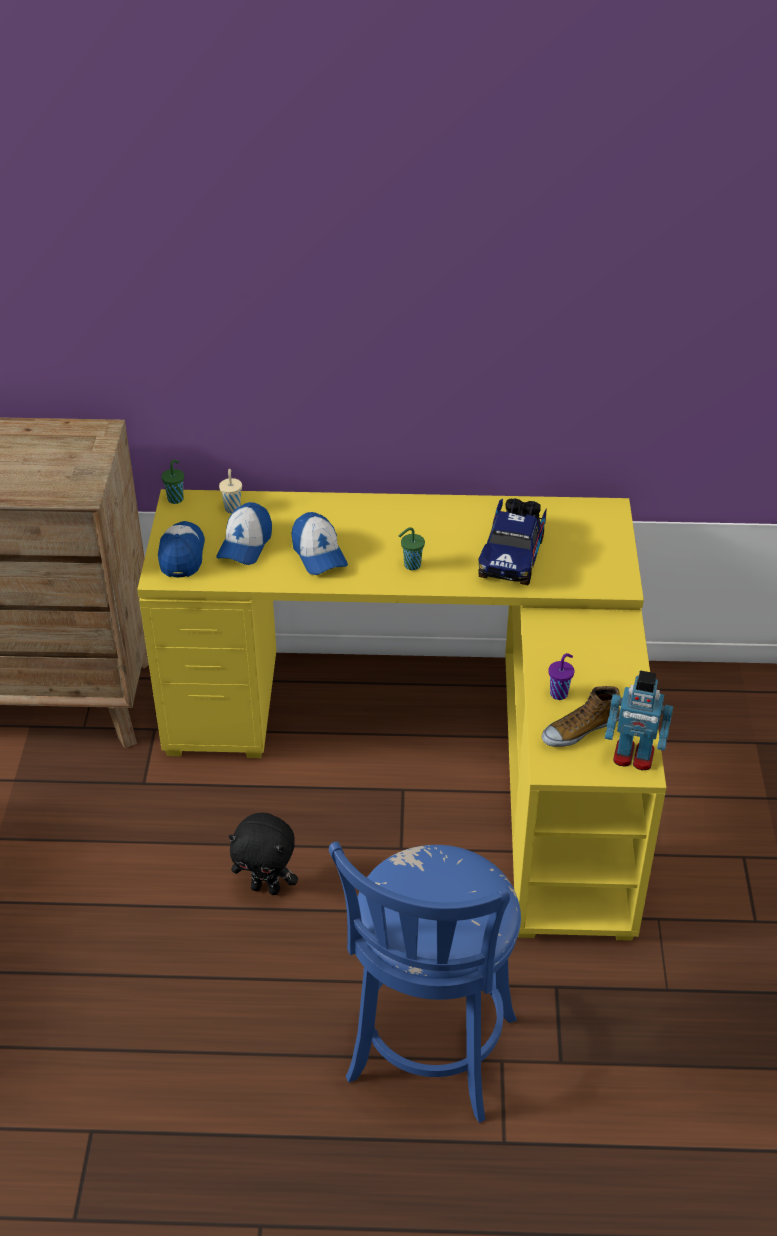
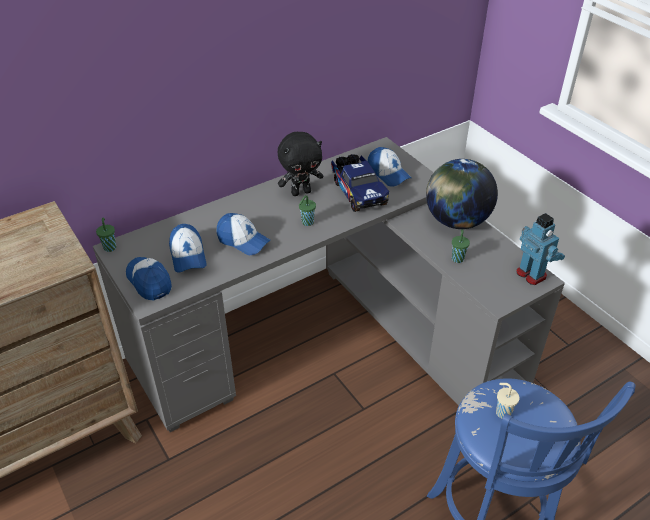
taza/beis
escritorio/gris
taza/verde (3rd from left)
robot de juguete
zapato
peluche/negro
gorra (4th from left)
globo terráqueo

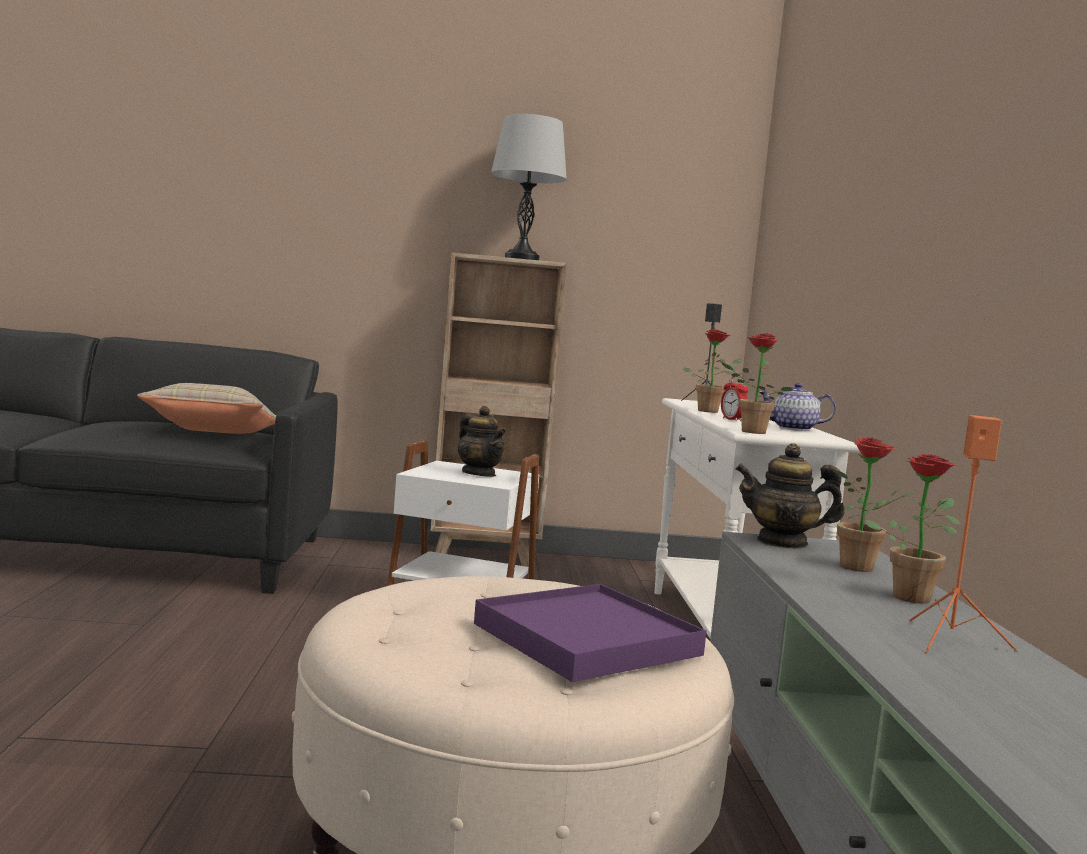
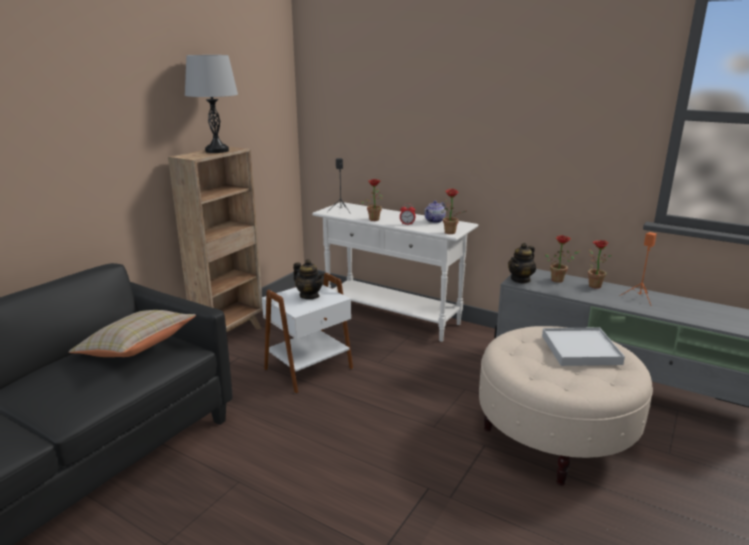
tetera (1st from left)
bandeja/blanco

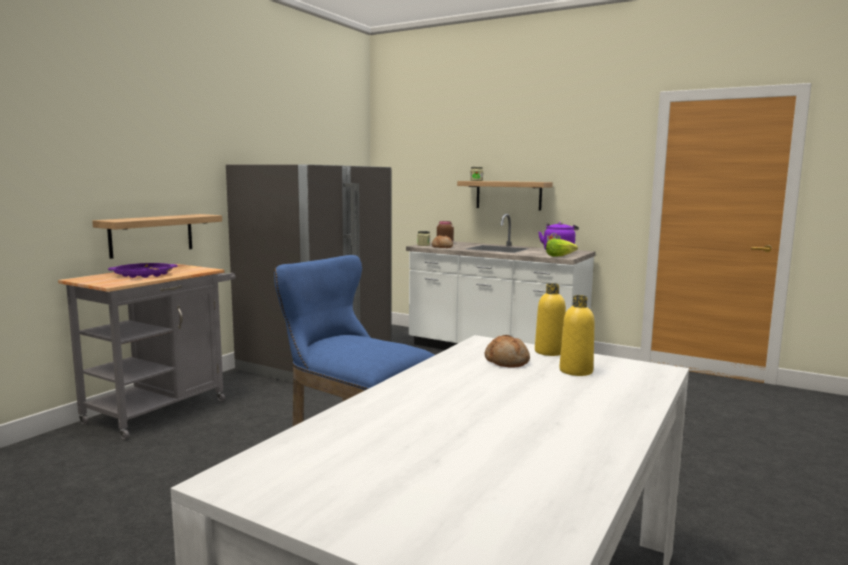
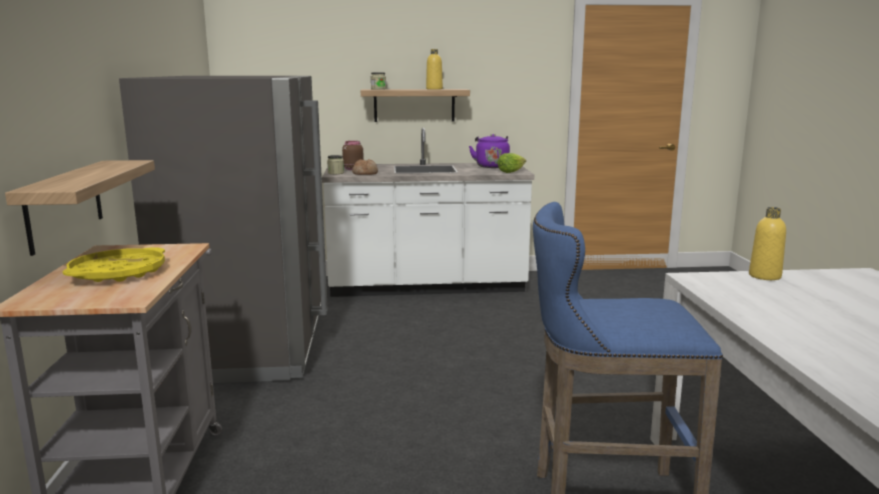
bandeja/amarillo
botella/amarillo (1st from left)
pan (2nd from left in the first image)

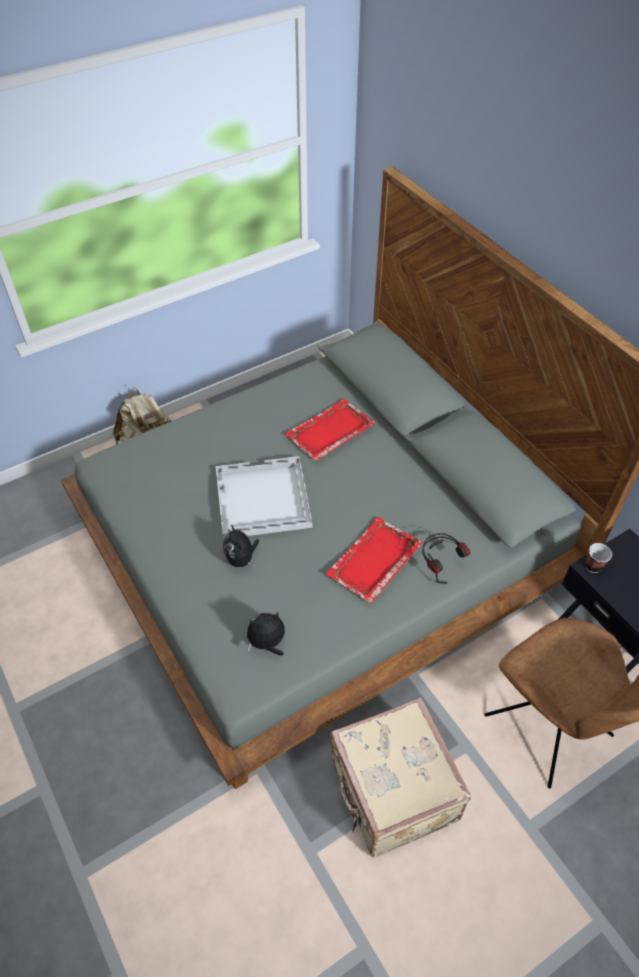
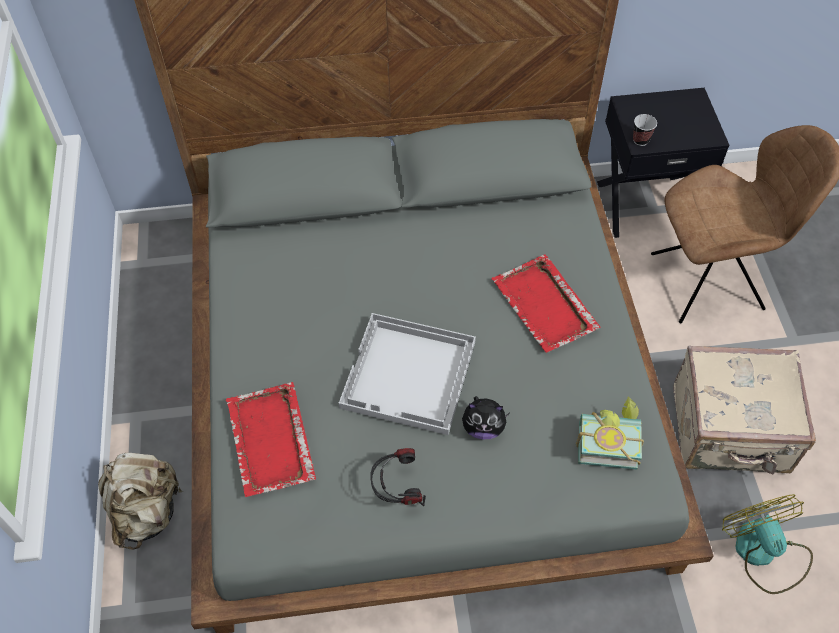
bandeja/rojo (1st from left)
auriculares
libro
ventilador

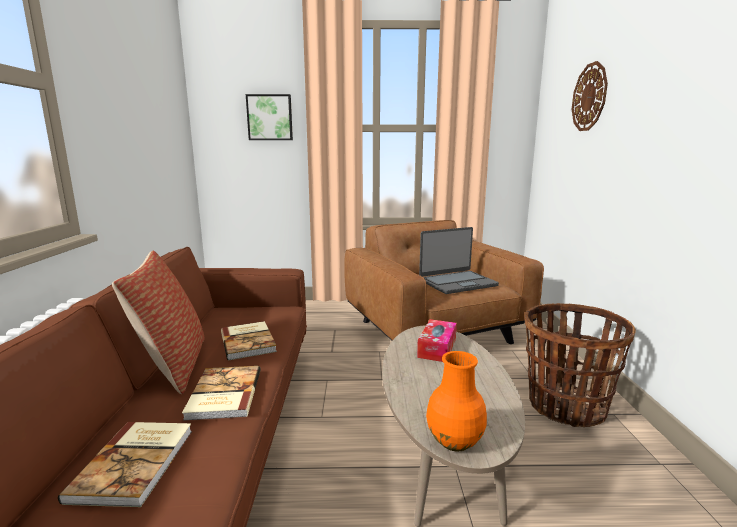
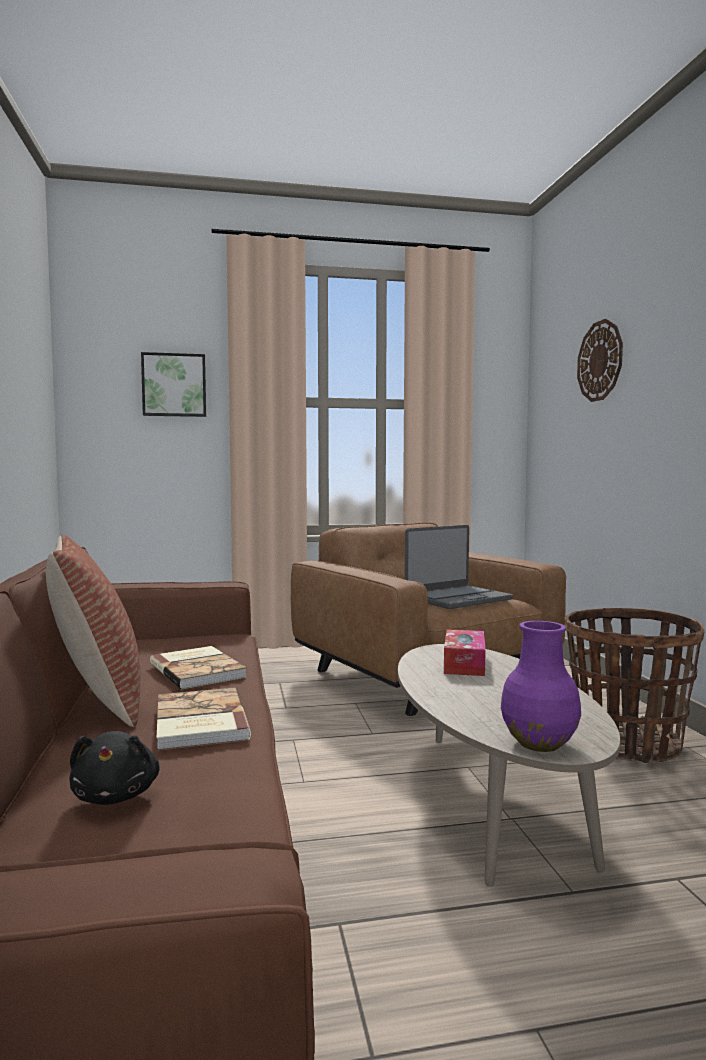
florero/morado
peluche/negro

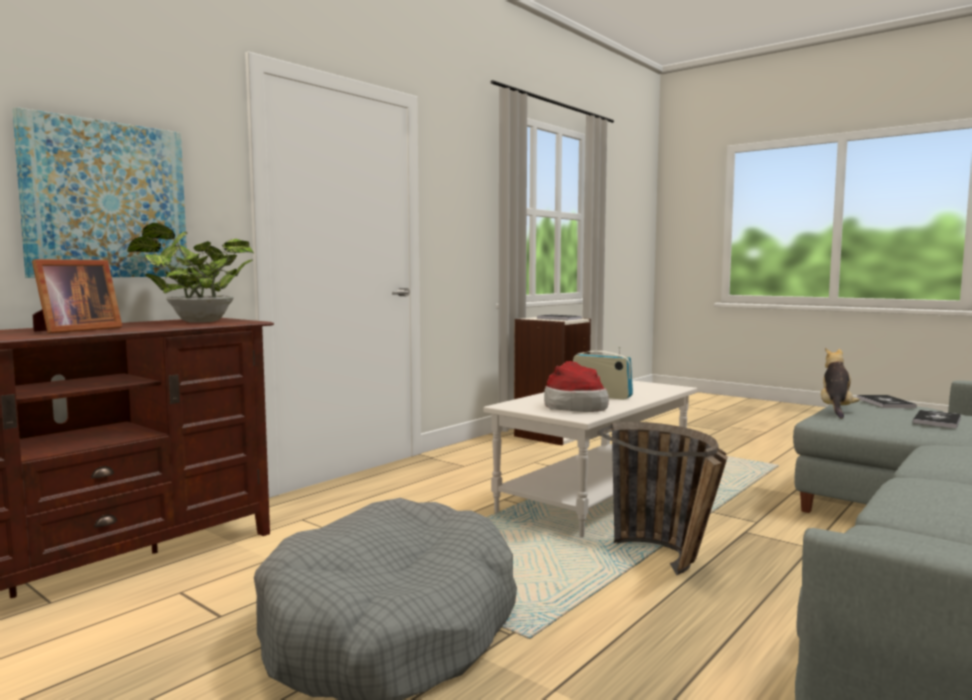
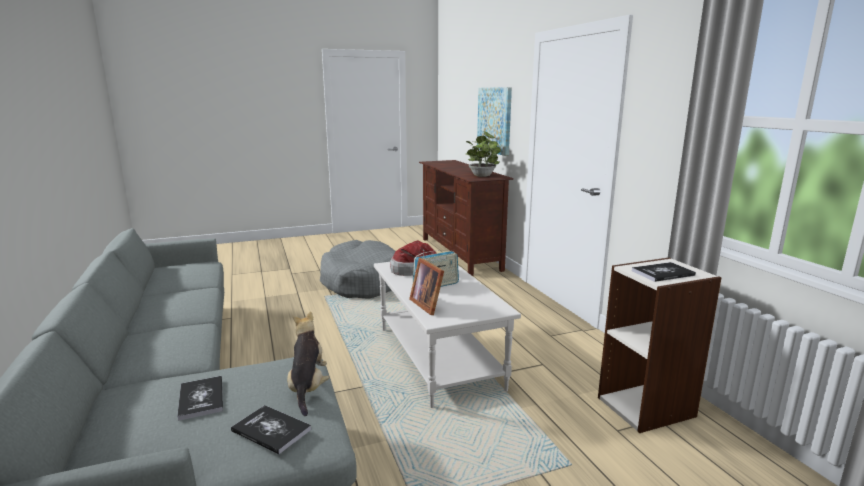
portarretratos
peluche
cesta

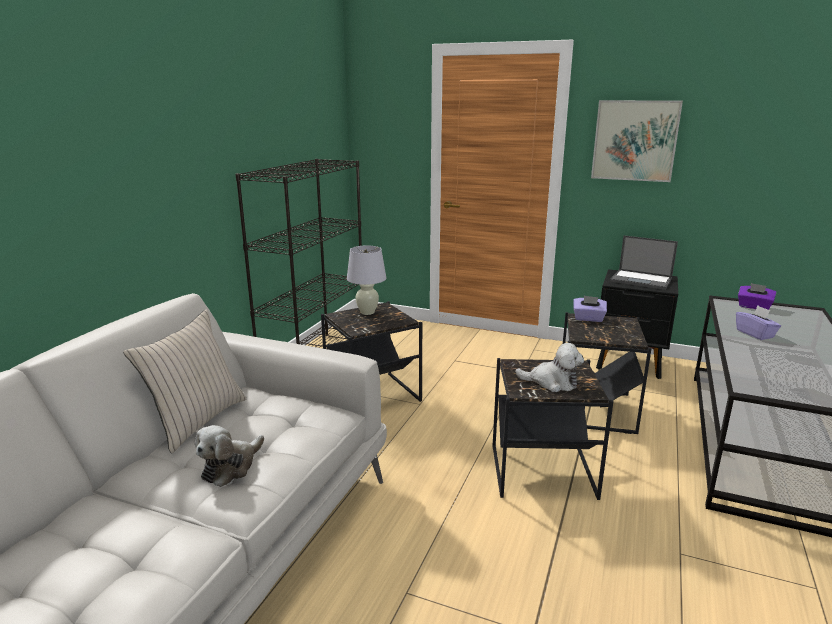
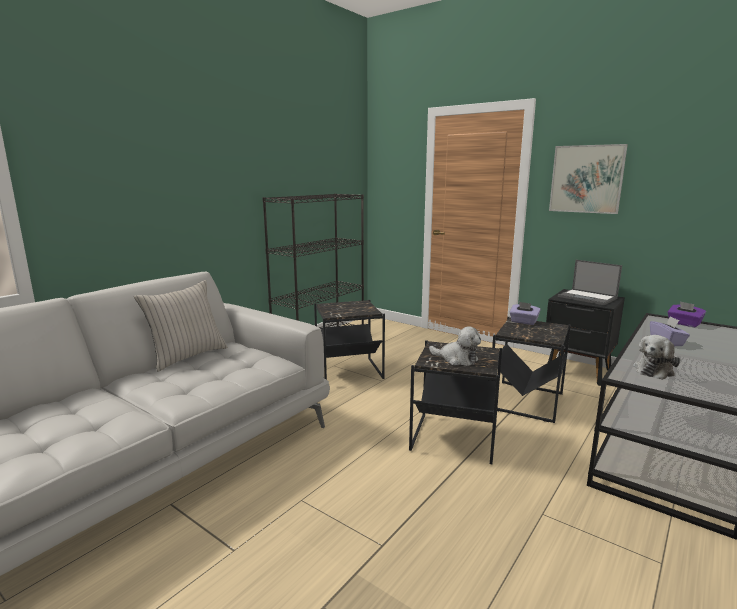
lámpara de mesa/blanco
peluche (2nd from left)

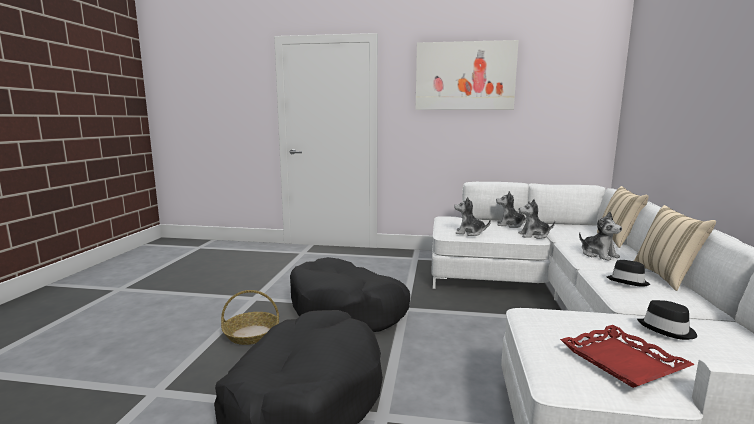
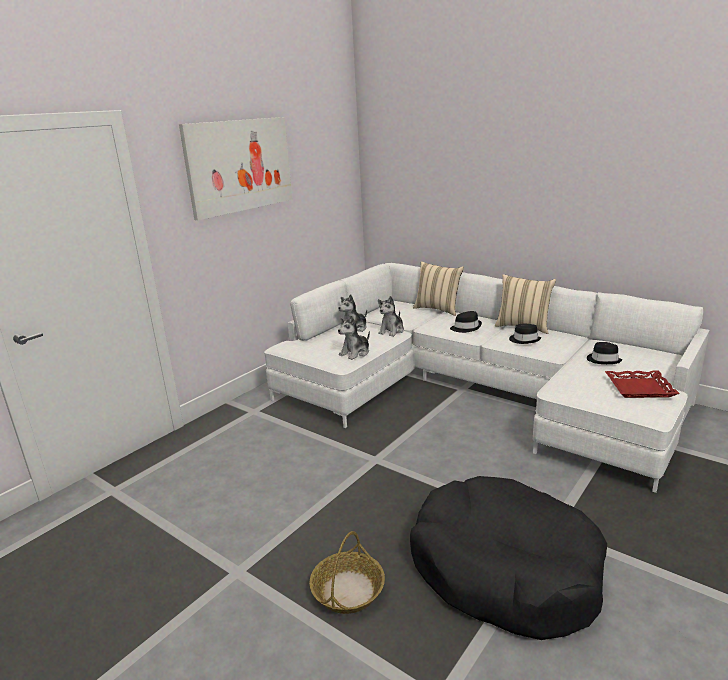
sombrero/negro (1st from left)
cama para perro/negro (2nd from left in the first image)

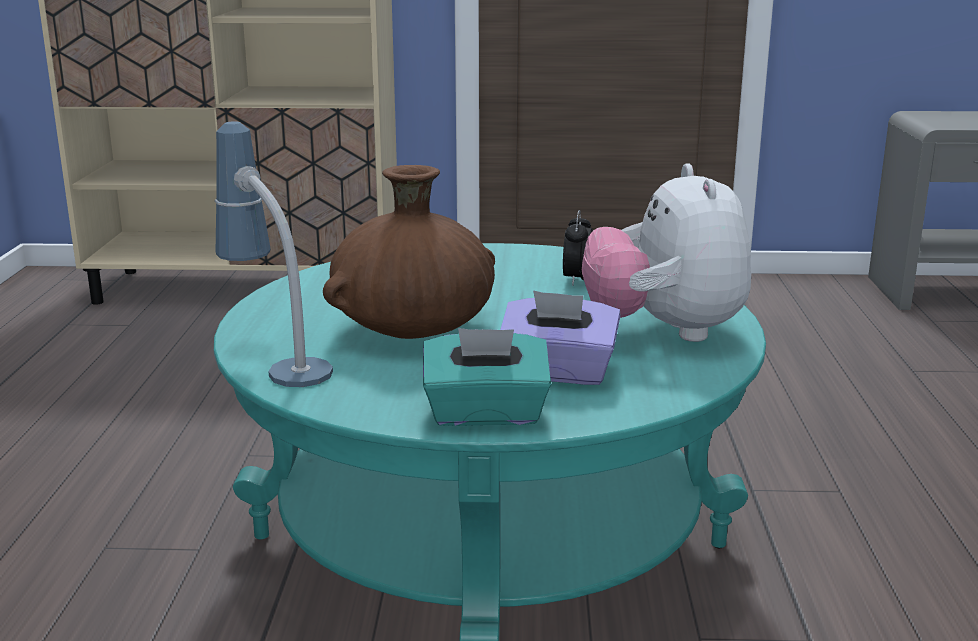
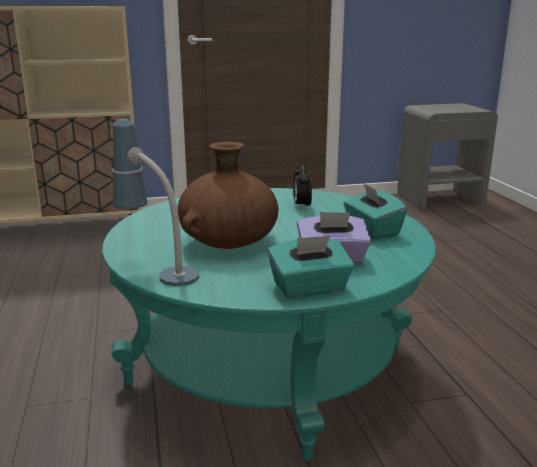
caja de pañuelos/turquesa (2nd from left)

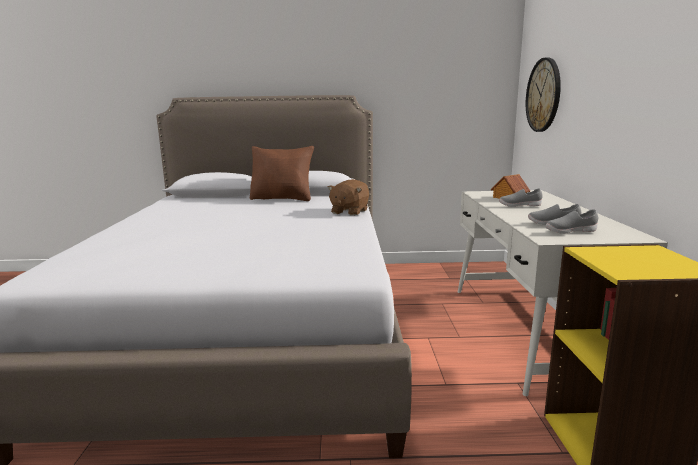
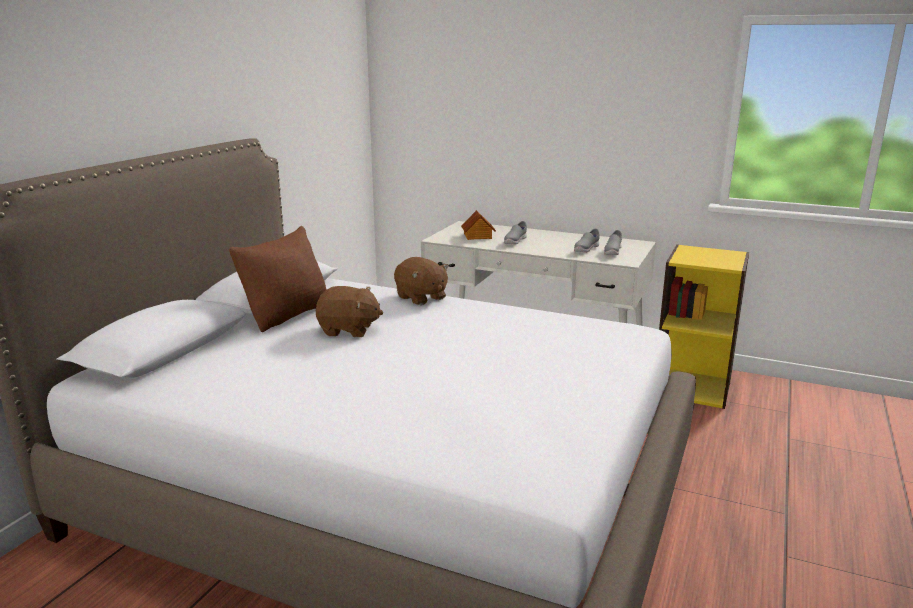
reloj de pared
peluche/marrón (1st from left)

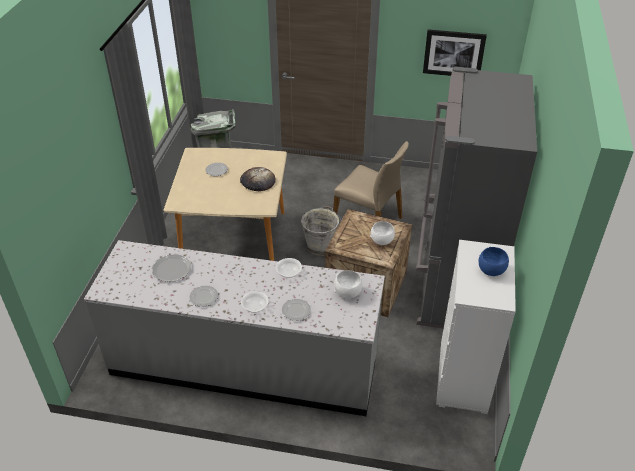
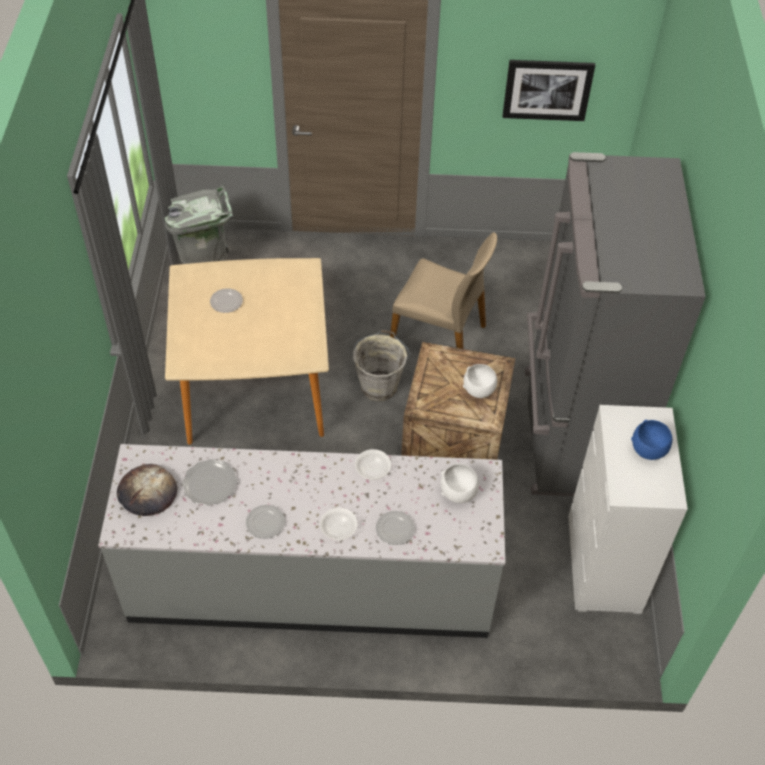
pan

